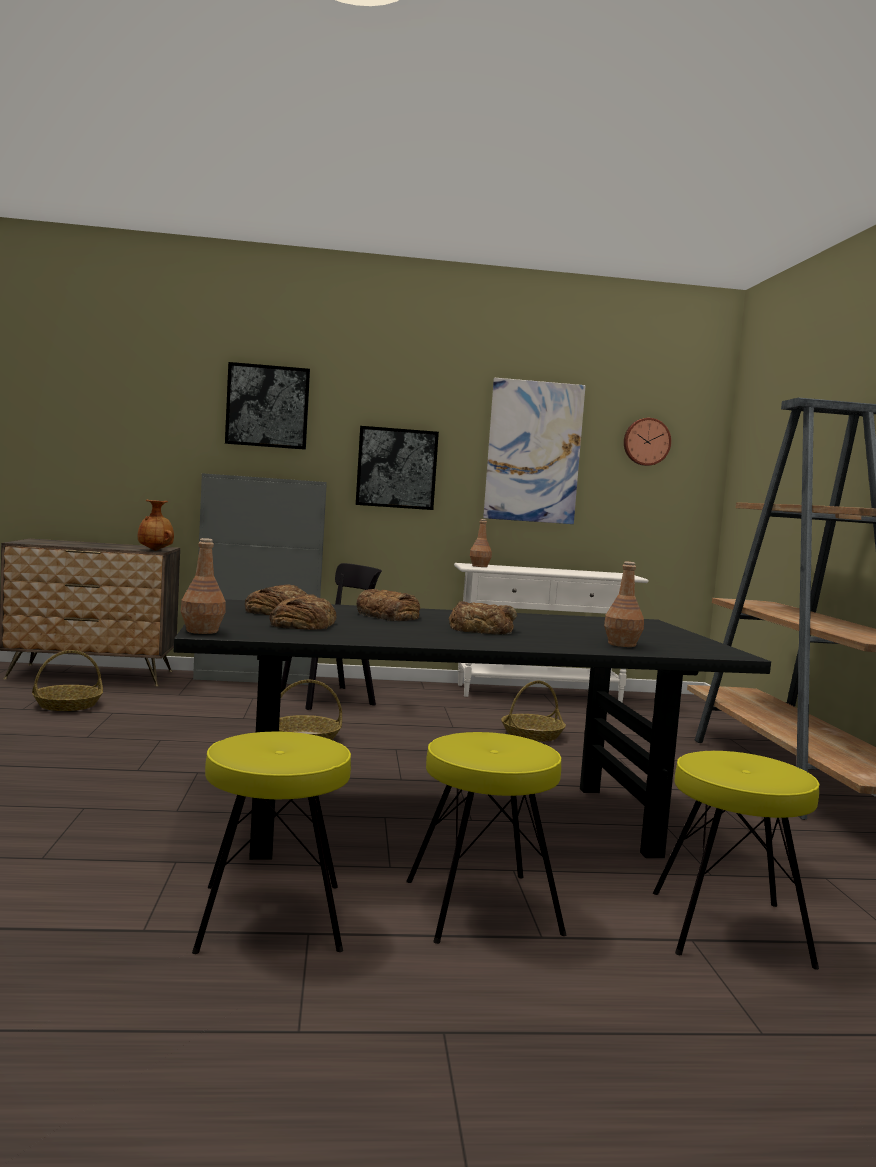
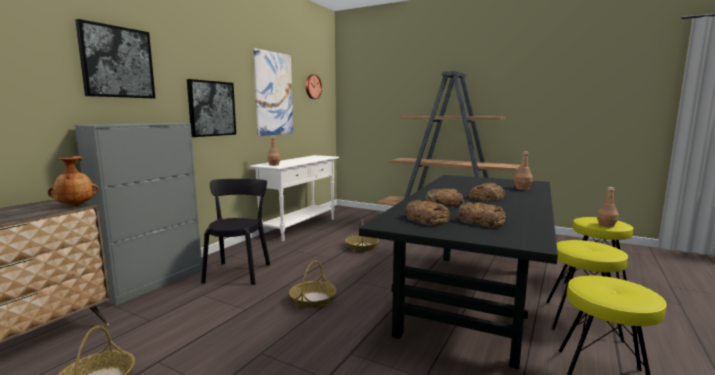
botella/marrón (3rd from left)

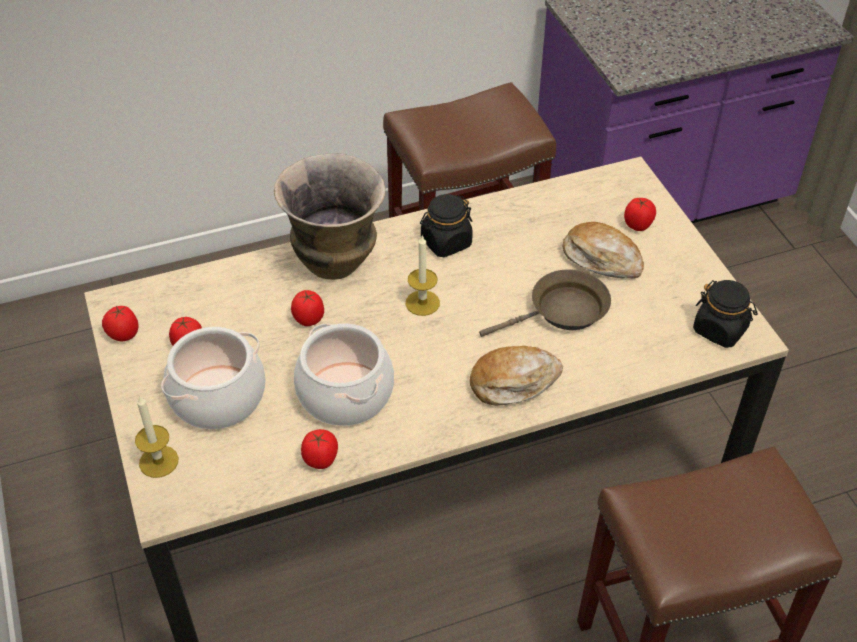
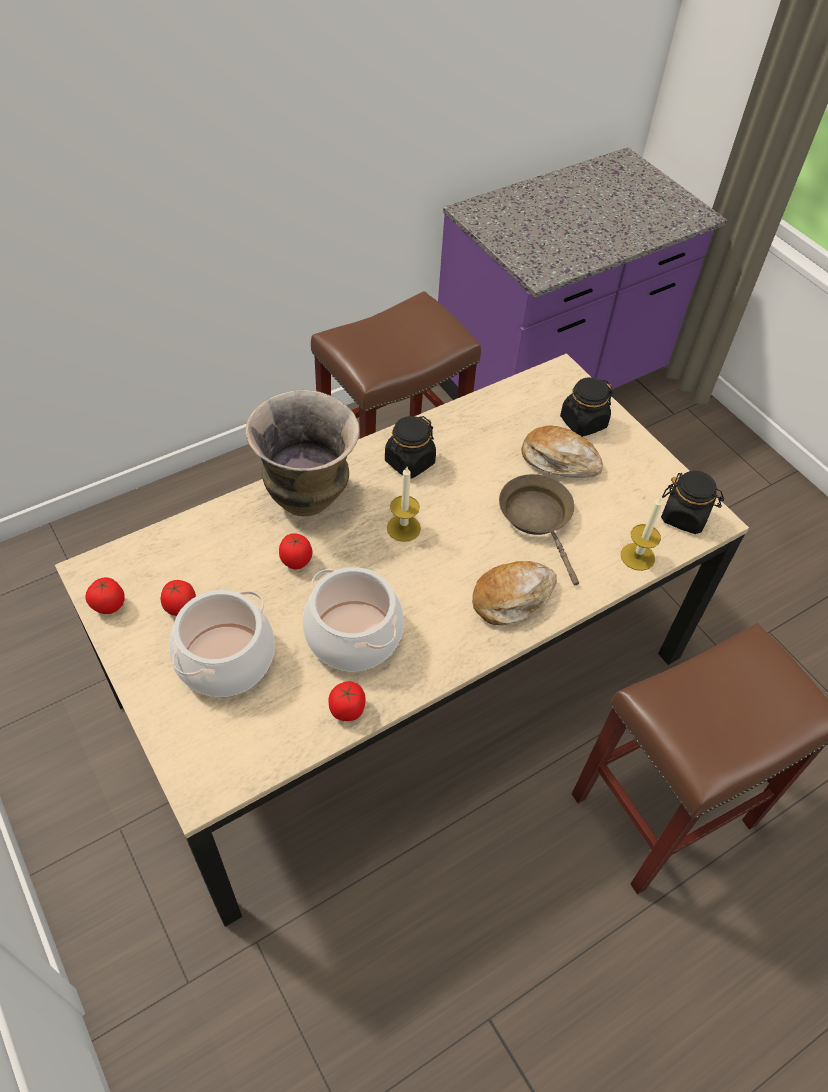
tarro/negro (2nd from left)
sartén/marrón
vela (2nd from left)

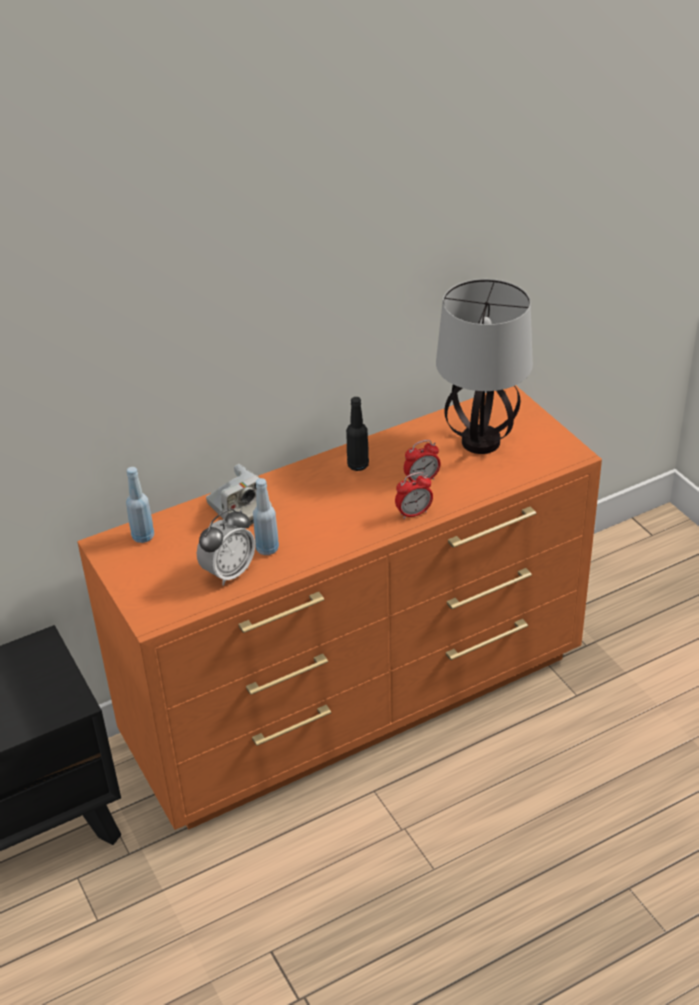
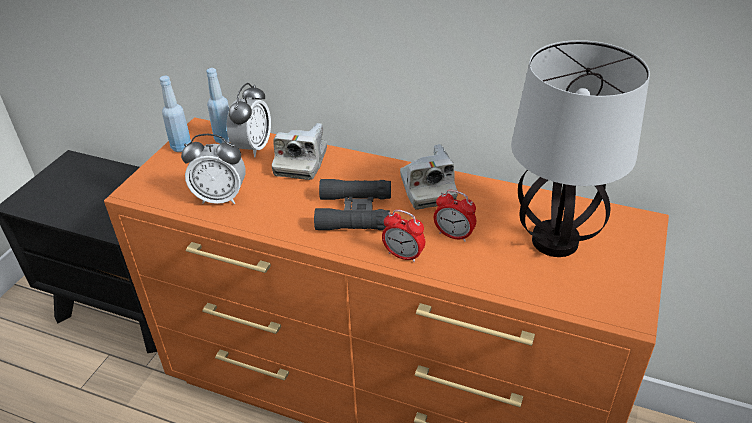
cámara (2nd from left)
botella/azul (1st from left)
despertador (2nd from left)
prismáticos/negro

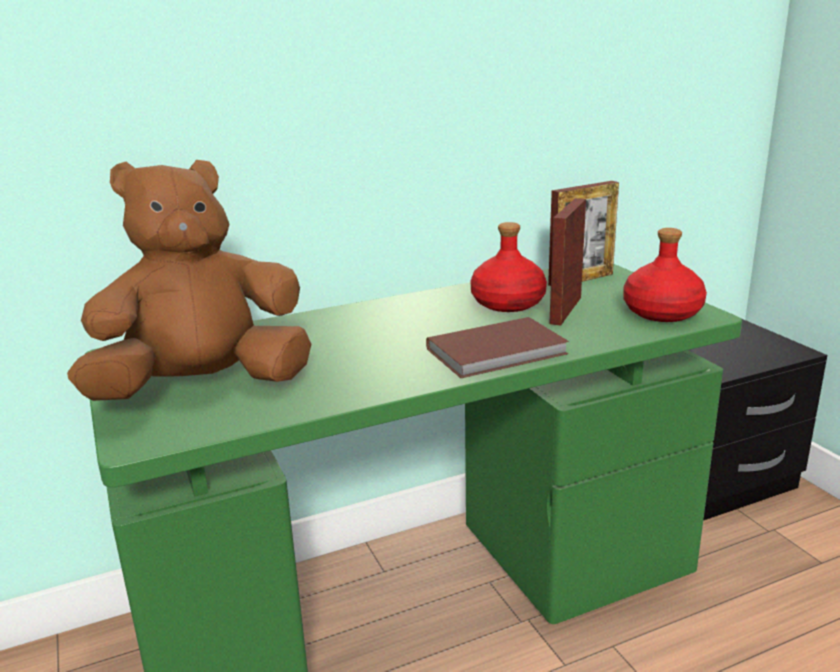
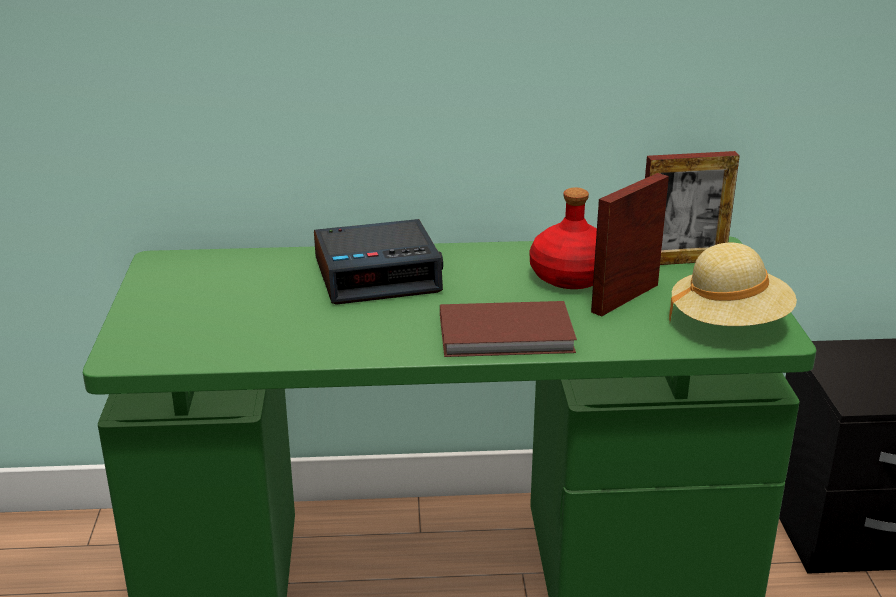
peluche/marrón
sombrero/beis
despertador

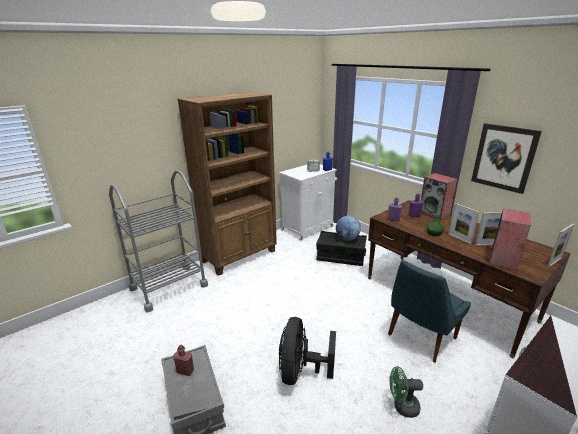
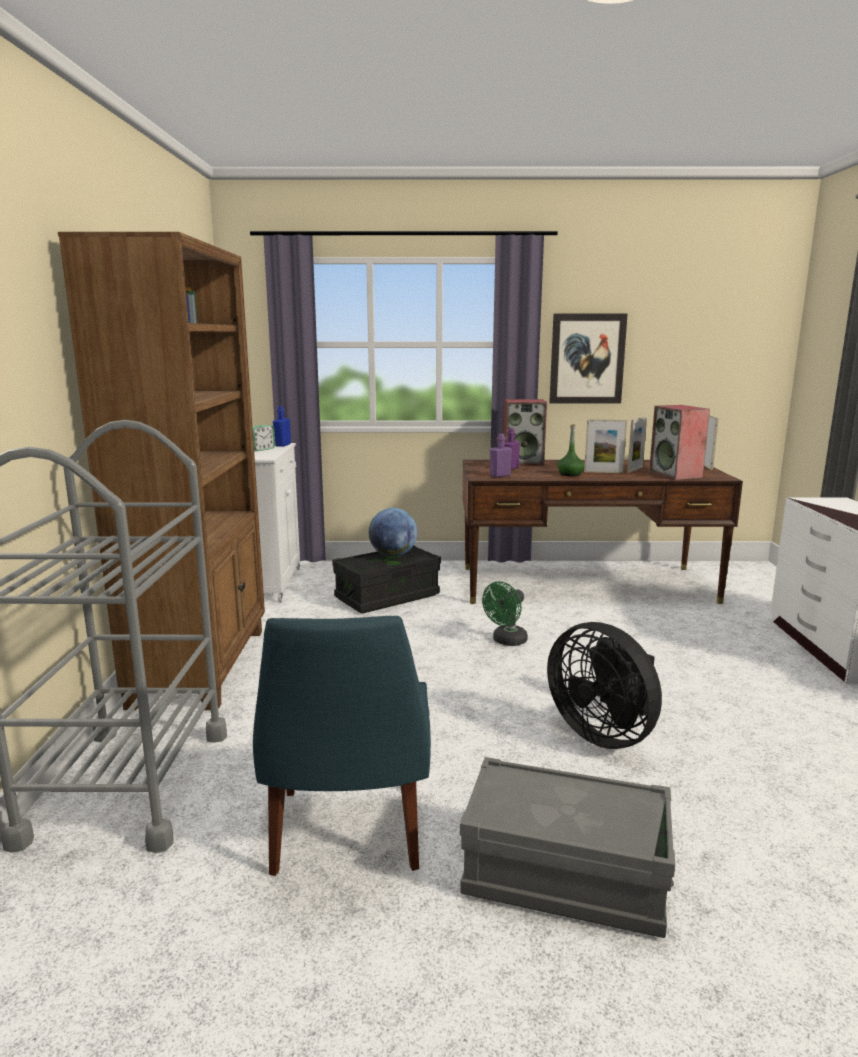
silla/azul
botella/rojo
ventilador/verde

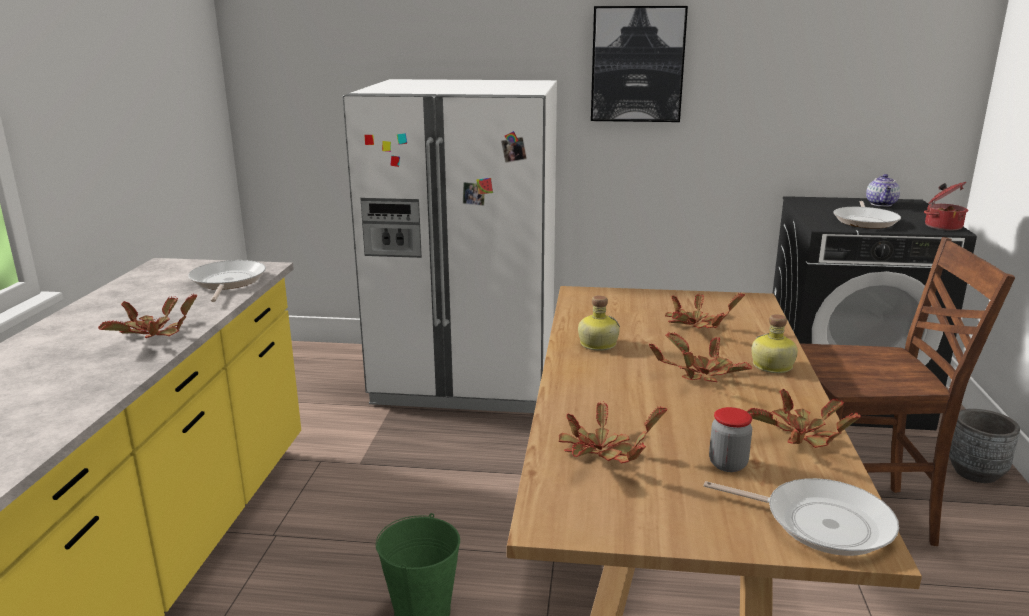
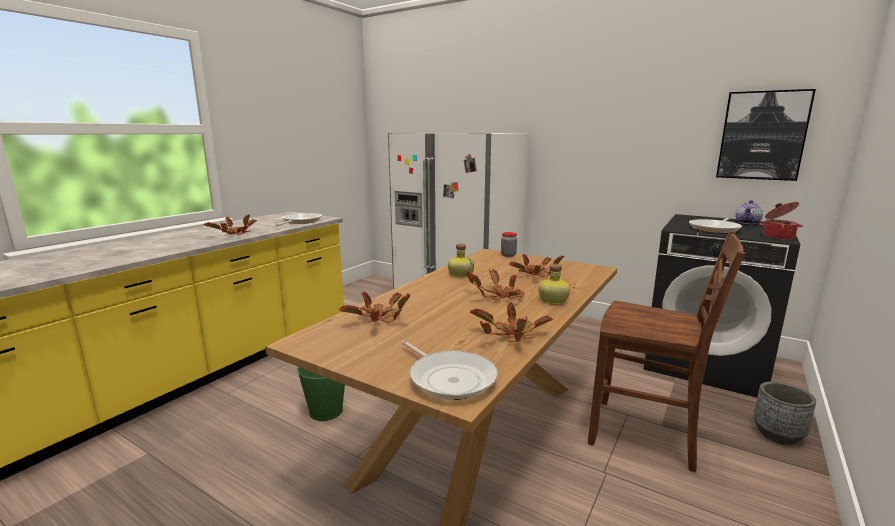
cuadro
tarro

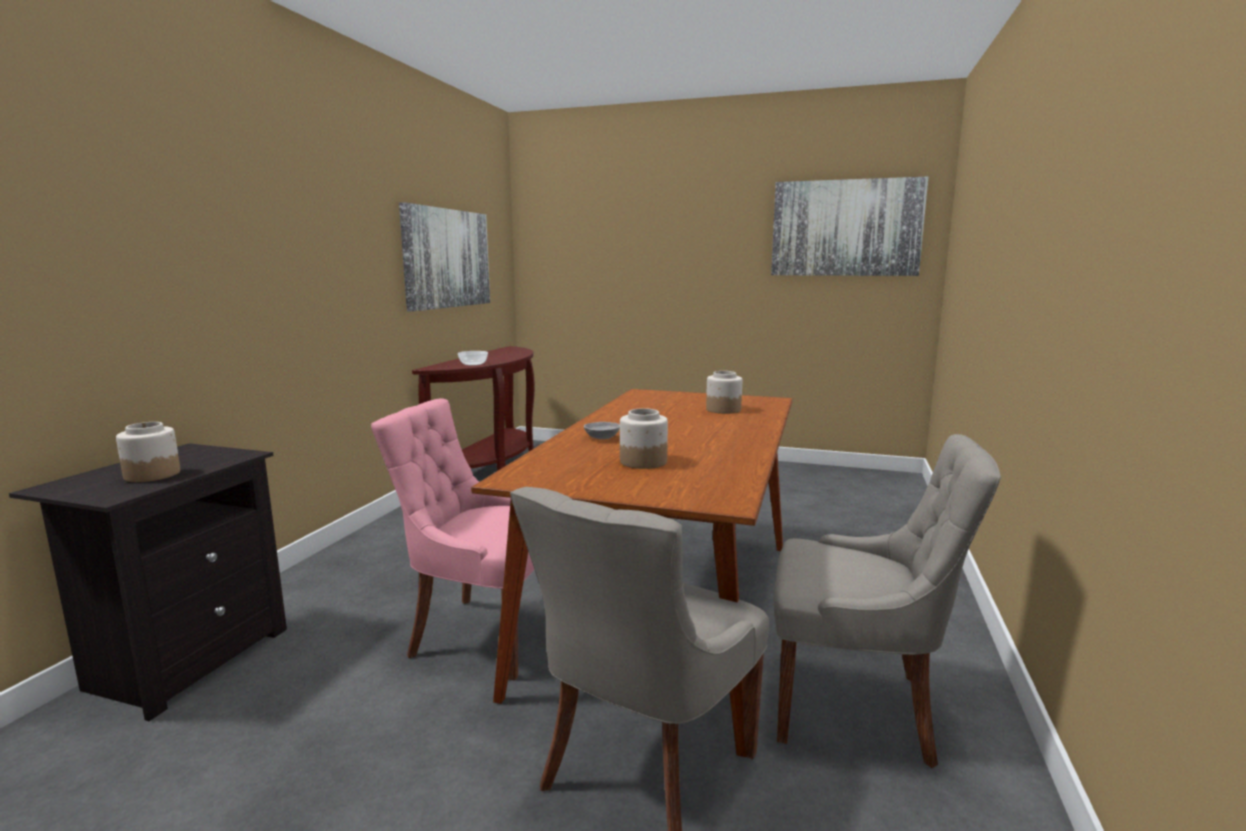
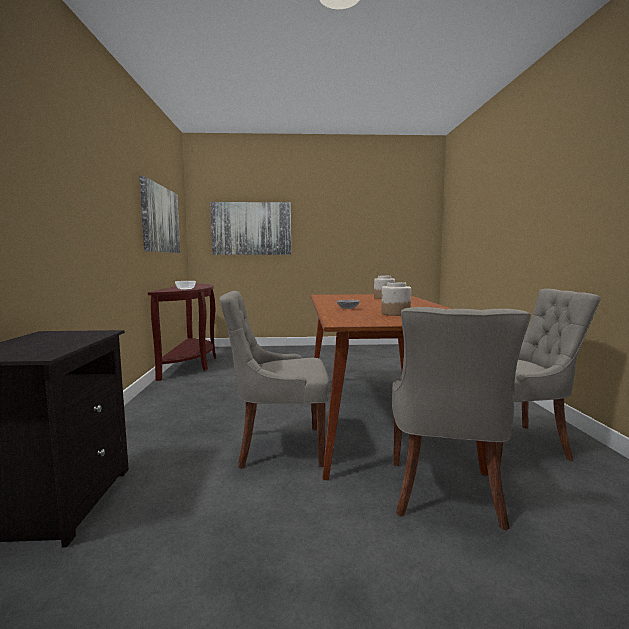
cuadro (2nd from left)
silla/gris (1st from left)
tarro (1st from left in the first image)

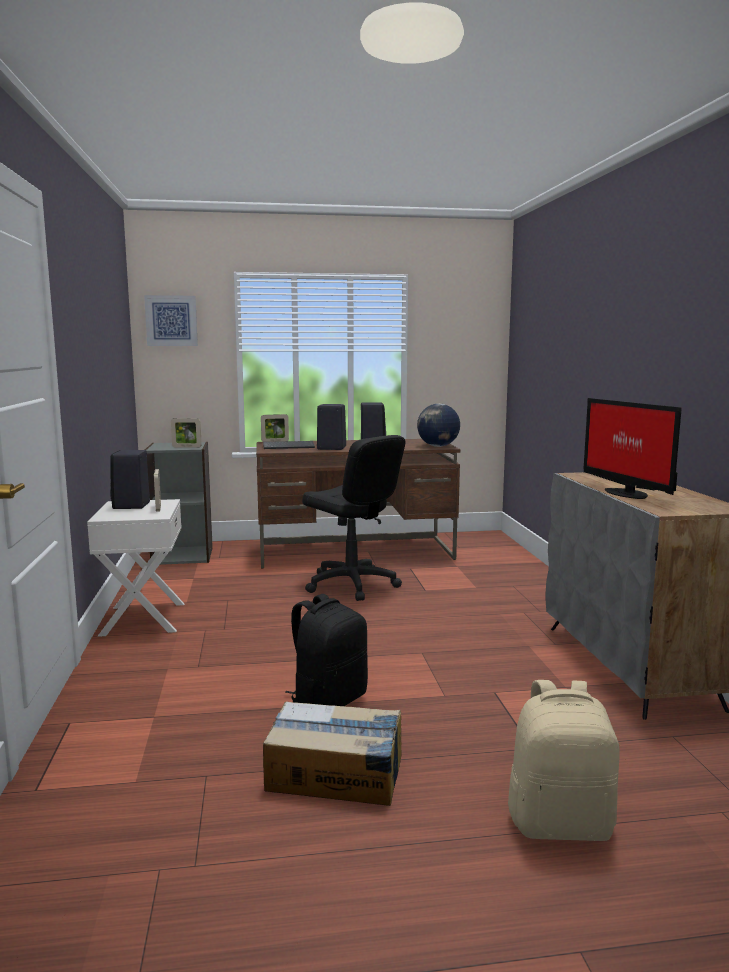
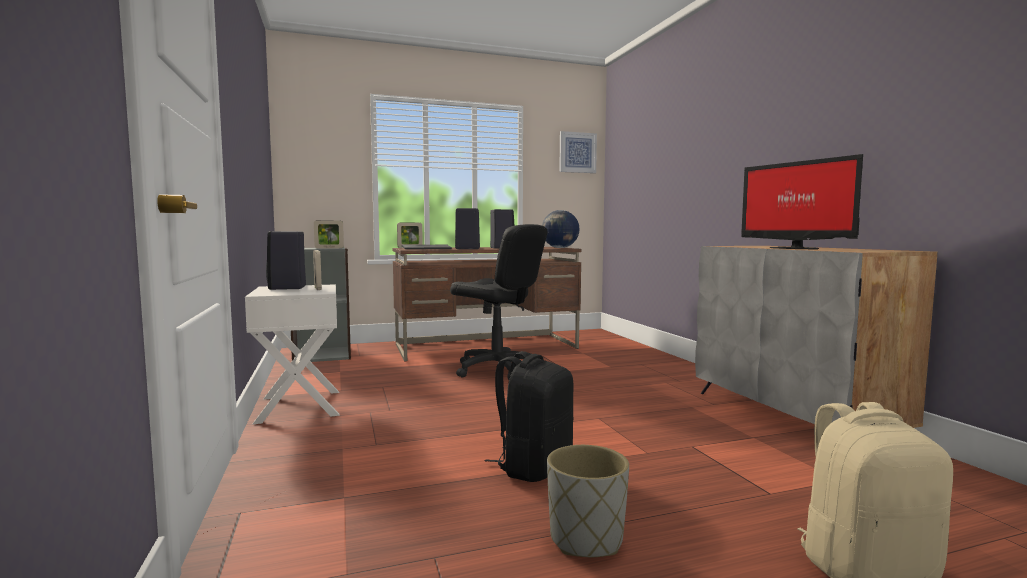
cuadro
maceta/gris

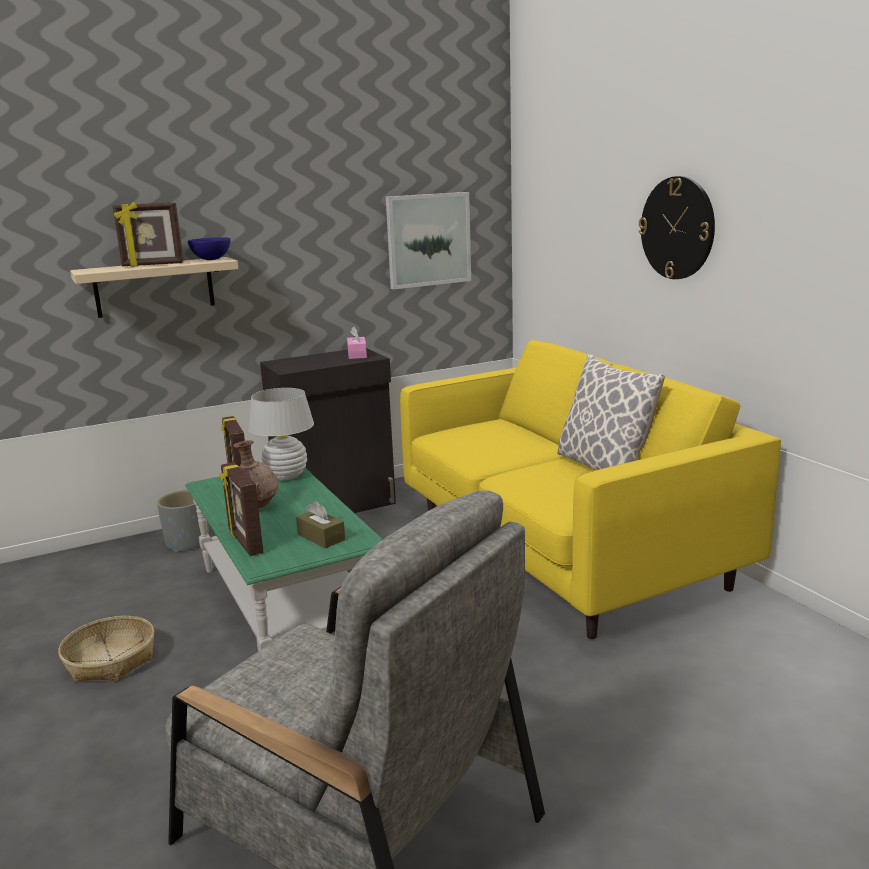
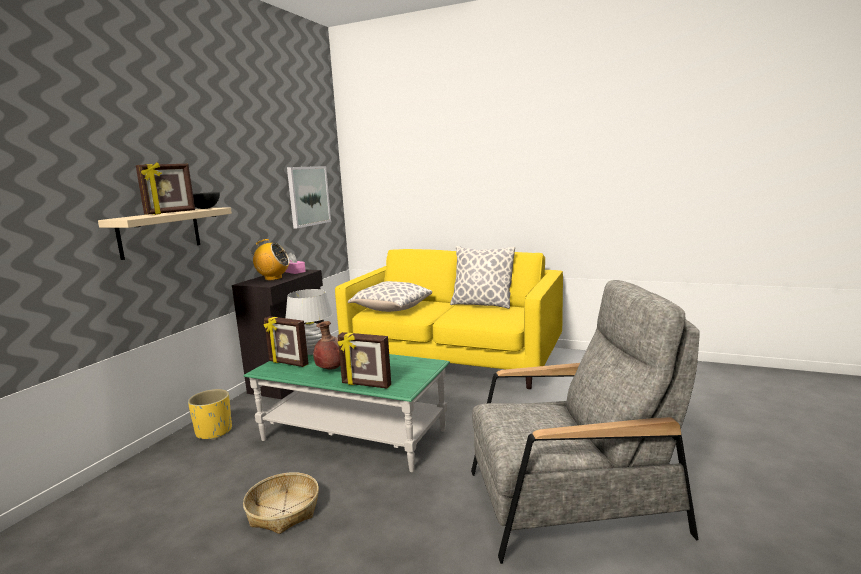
reloj de pared
cuenco/negro
maceta/amarillo
caja de pañuelos/marrón
radio
cojín (1st from left)

